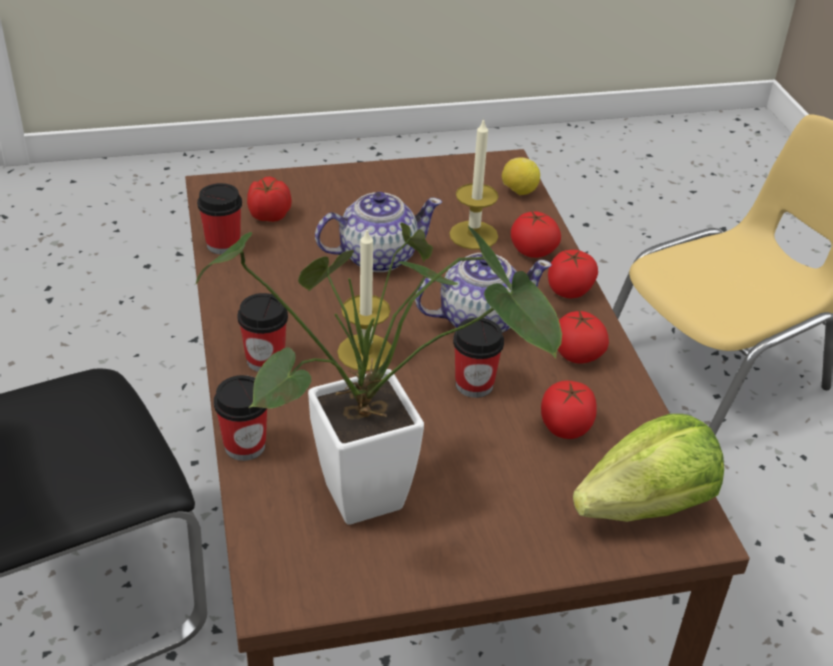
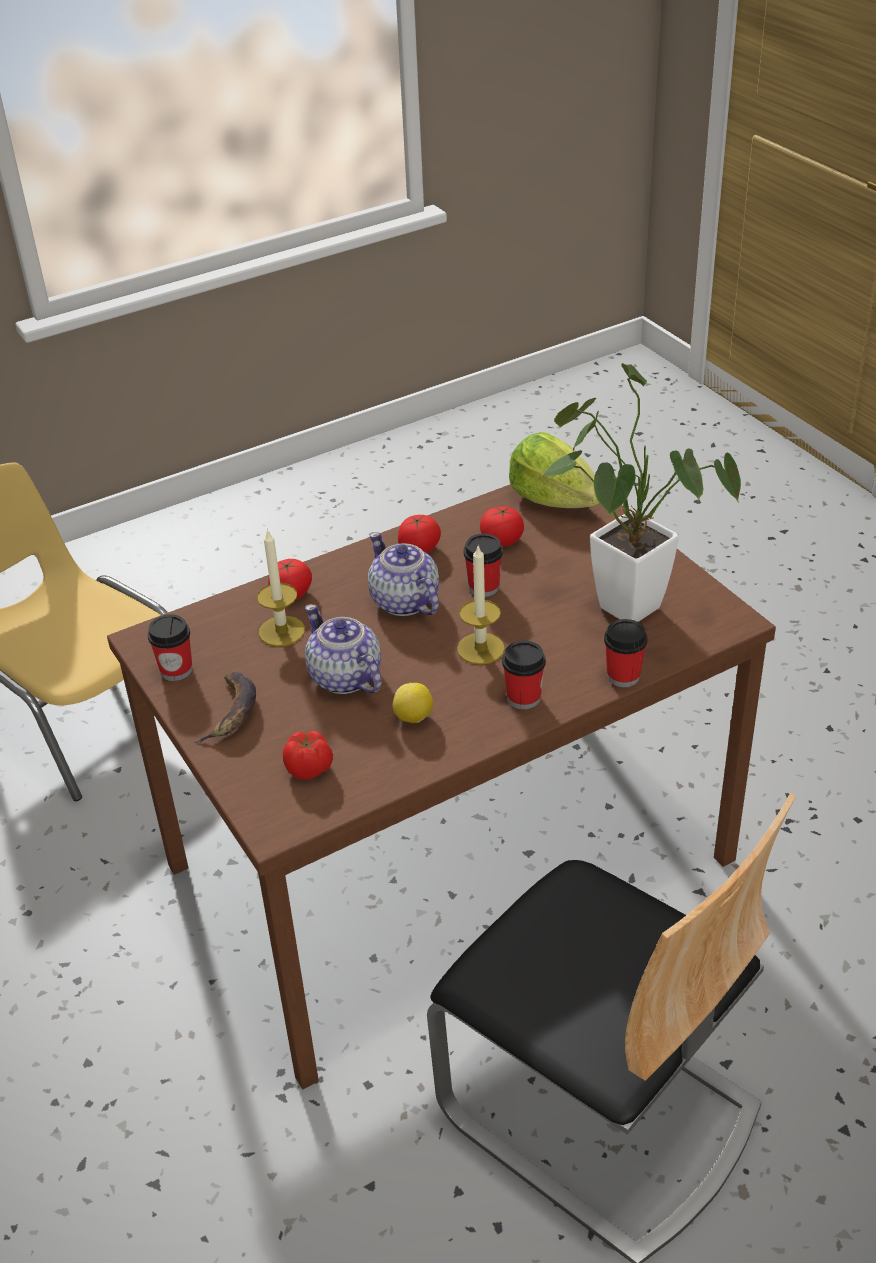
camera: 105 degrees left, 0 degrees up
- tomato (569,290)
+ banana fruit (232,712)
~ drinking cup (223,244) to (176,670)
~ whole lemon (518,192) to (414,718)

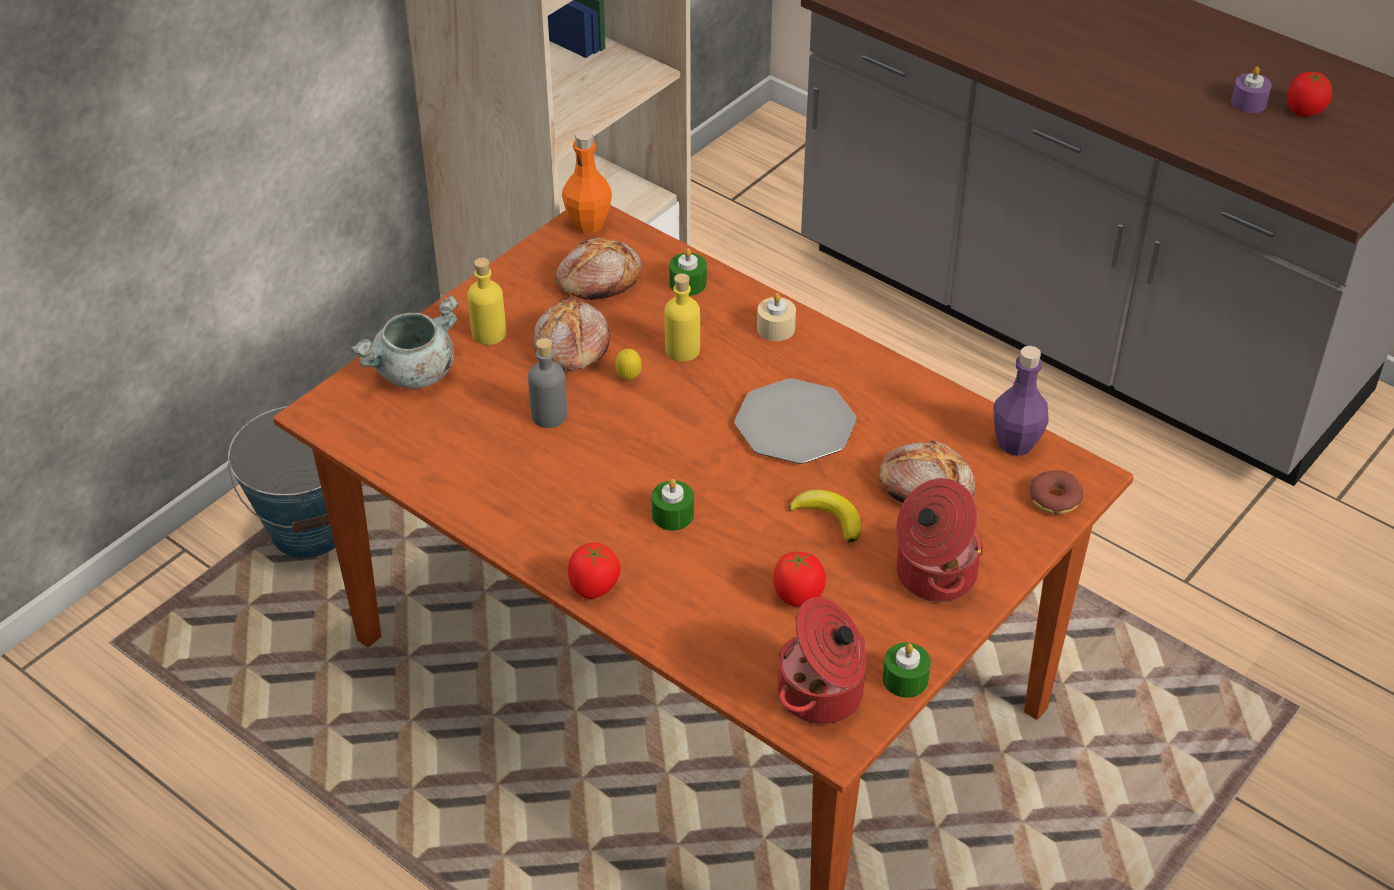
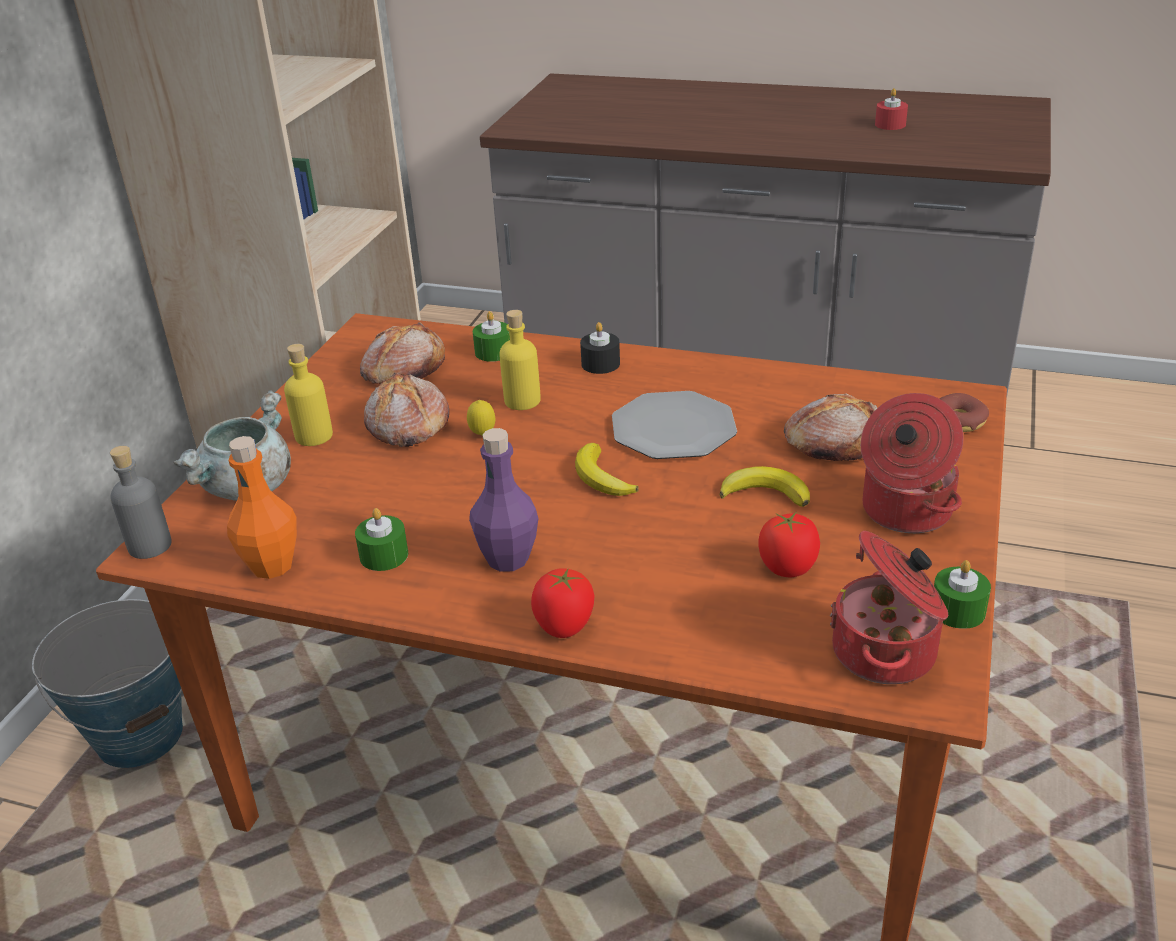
camera: 20 degrees left, 10 degrees down
- tomato (1304,111)
+ banana fruit (601,477)
~ grey drink bottle (549,415) to (150,545)
~ orange drink bottle (588,224) to (272,565)
~ green wax candle (672,515) to (384,555)
~ purple drink bottle (1016,444) to (508,559)
~ beige-coloured wax candle (776,328) to blackish wax candle (600,364)
~ purple wax candle (1248,102) to reddish wax candle (890,124)

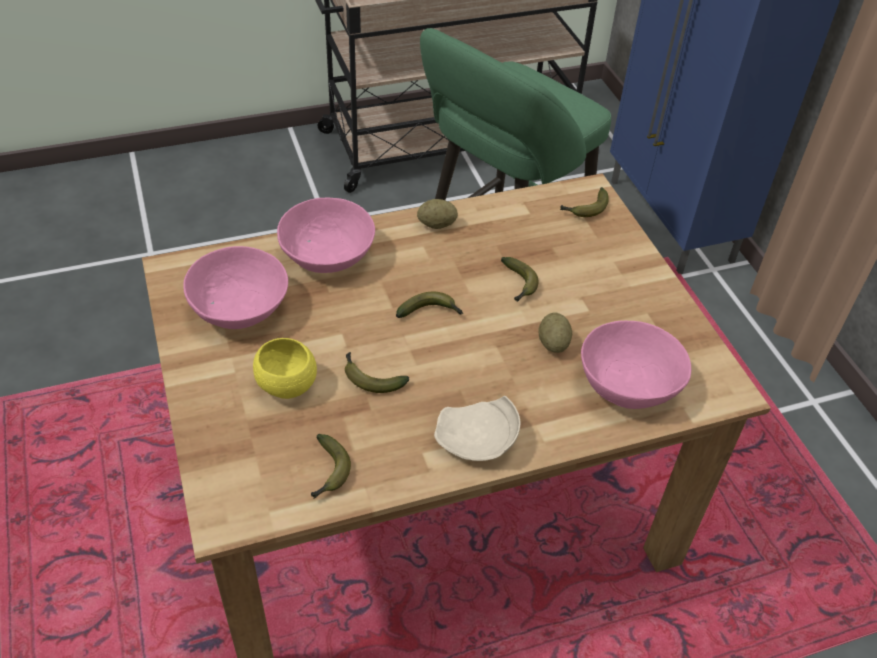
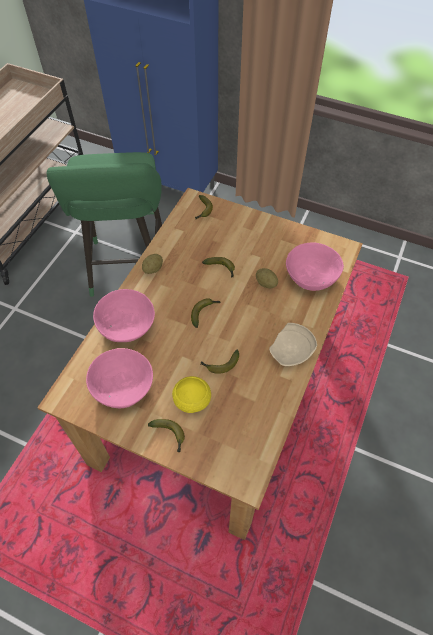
camera: 45 degrees left, 10 degrees up
~ banana fruit (328,472) to (169,435)

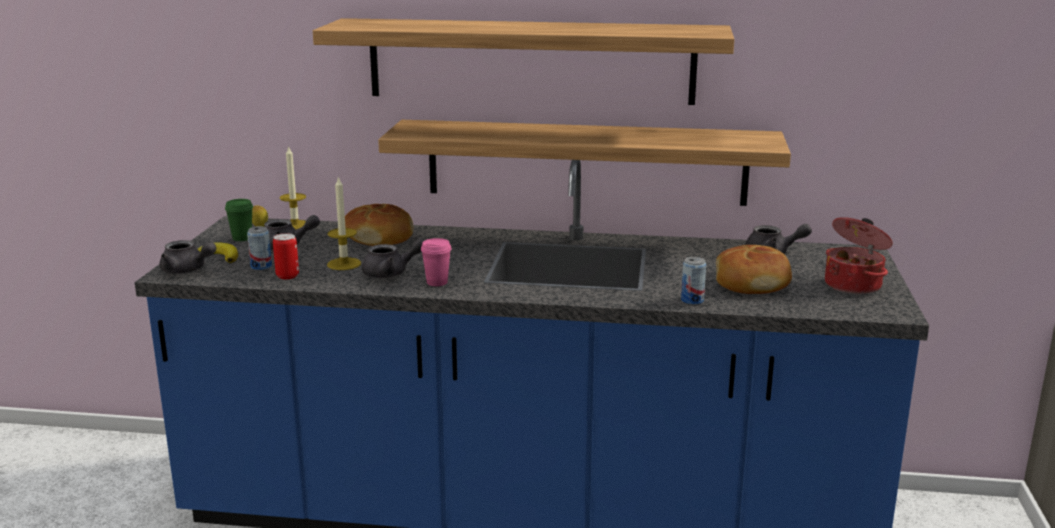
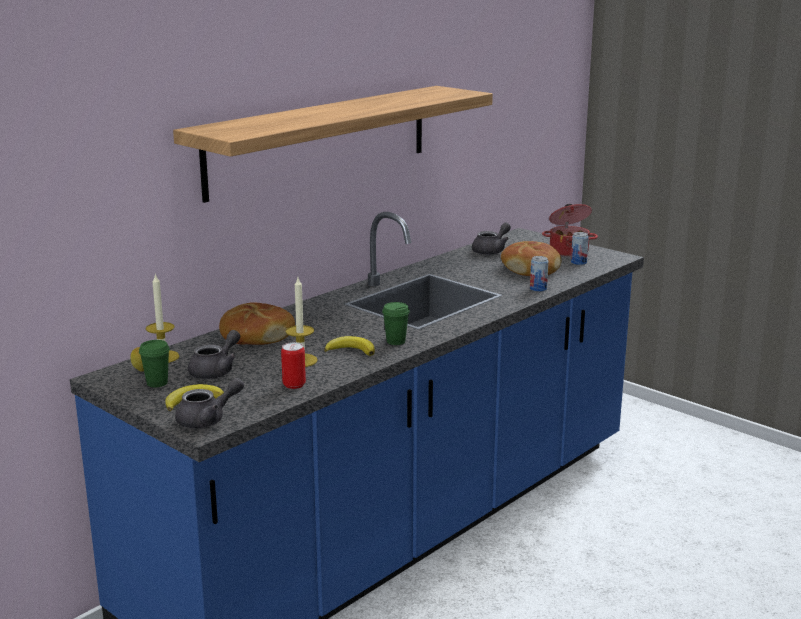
camera: 55 degrees left, 0 degrees up
- wall shelf (586,162)
~ can (261,267) to (578,262)
~ grey tea pot (391,273) to banana fruit (351,350)
~ pinkish drinking cup (437,282) to green drinking cup (396,341)

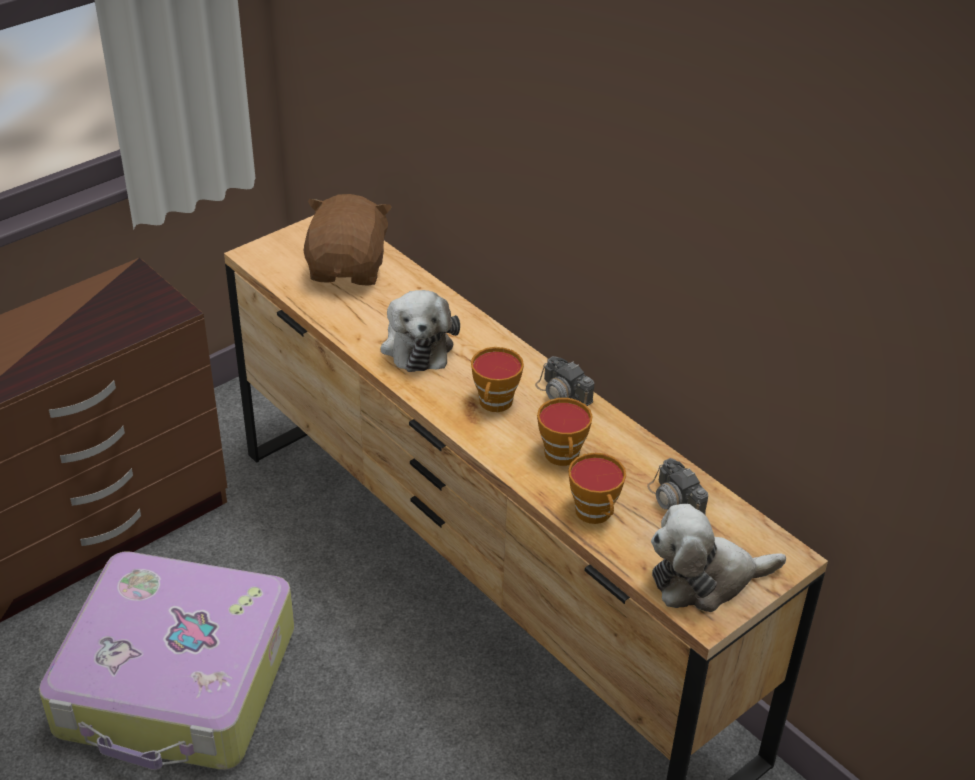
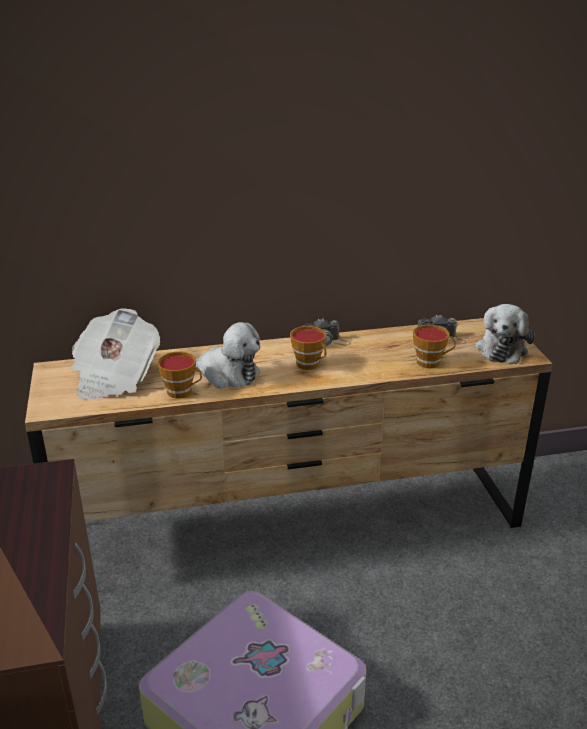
camera: 60 degrees left, 10 degrees down
~ drinking cup (563,457) to (182,392)
~ brown cuddly toy (348,269) to newspaper (114,377)

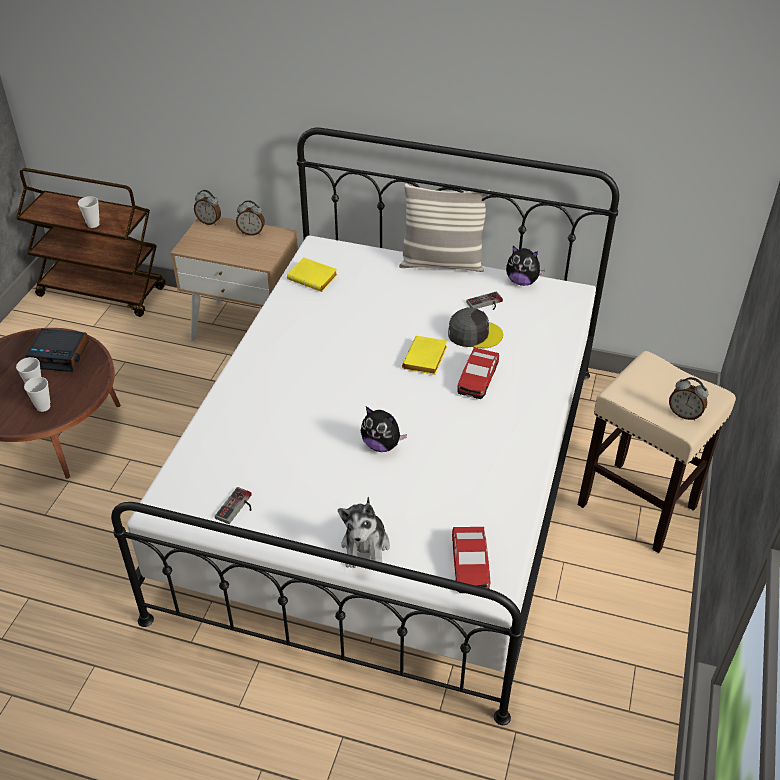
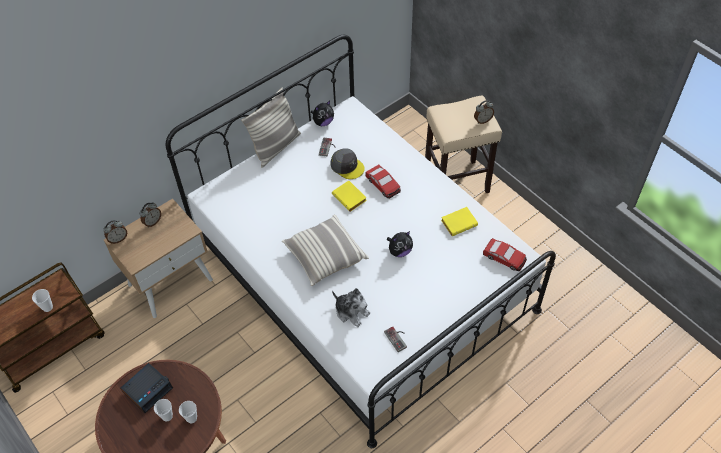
camera: 55 degrees left, 10 degrees up
+ cushion (325,256)
~ yellowish bound book (314,278) to (459,222)
~ cuddly toy (365,547) to (351,312)
~ grey peaked cap (474,334) = (347,166) 90 degrees clockwise

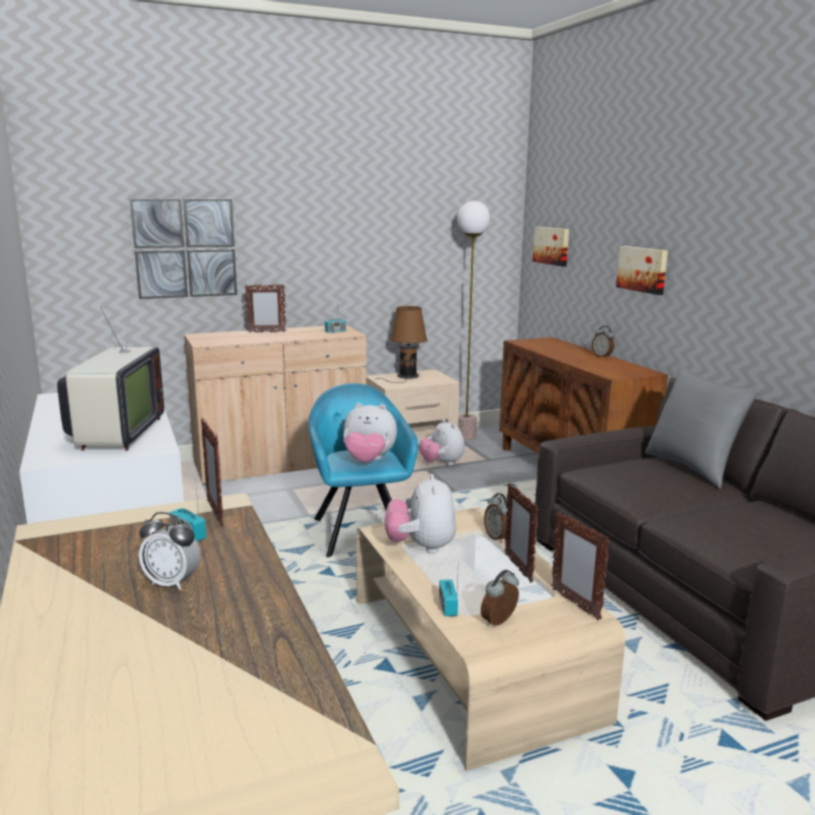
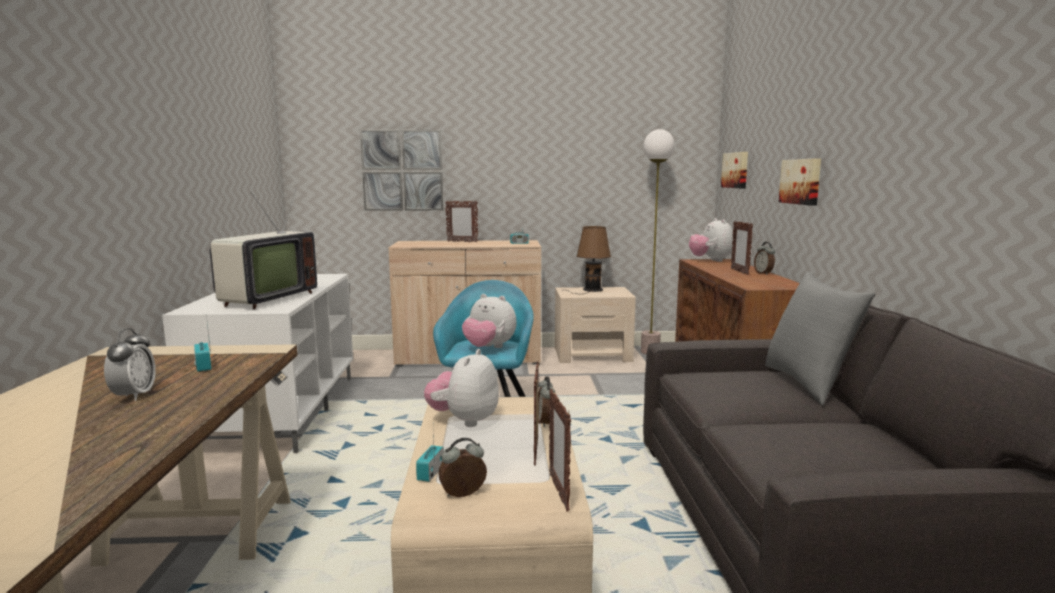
camera: 20 degrees right, 5 degrees down
~ standing frame (215,513) to (739,272)
~ cuddly toy (442,463) to (711,260)
~ alarm clock (172,583) = (134,395) 135 degrees counterclockwise

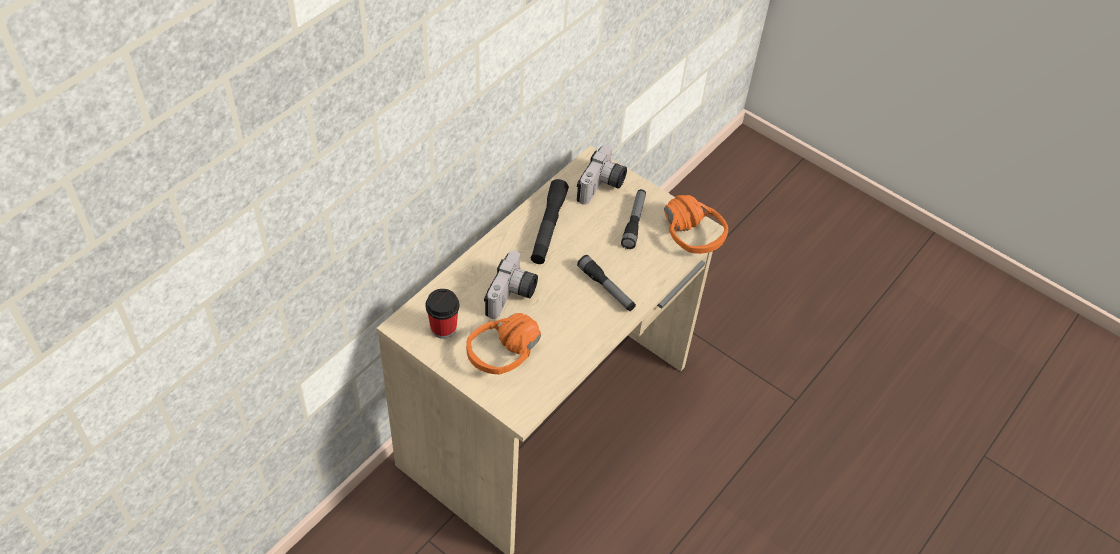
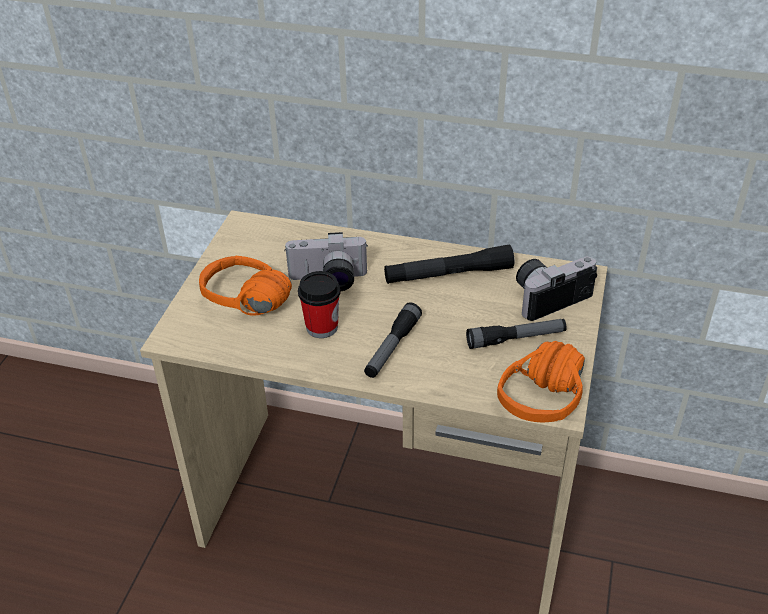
camera: 70 degrees right, 10 degrees down
~ drinking cup (443,328) to (322,327)
~ still camera (602,187) = (549,296) 150 degrees clockwise

